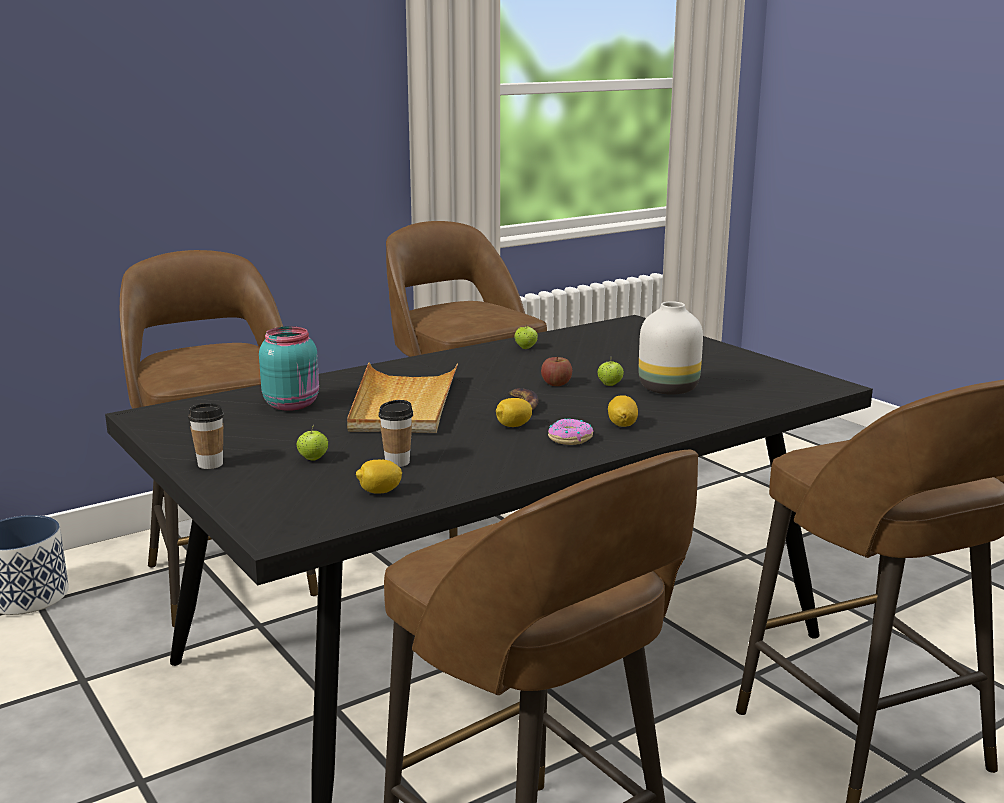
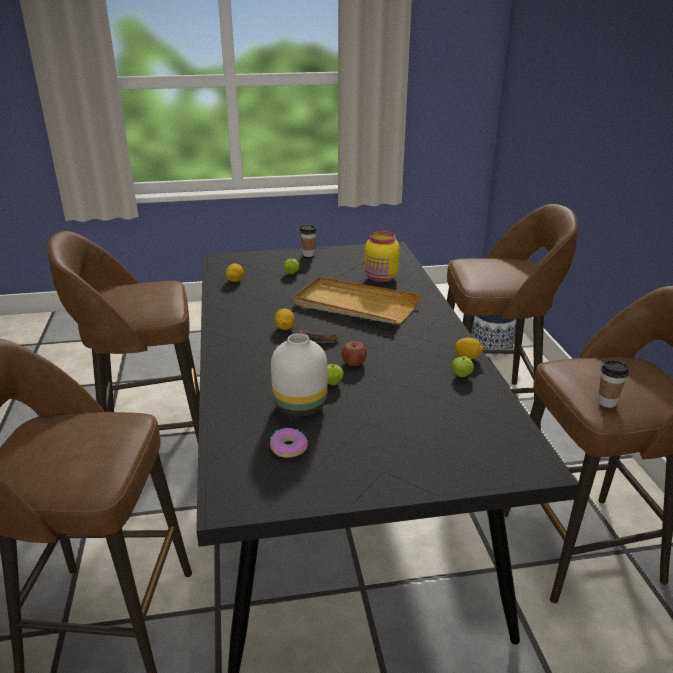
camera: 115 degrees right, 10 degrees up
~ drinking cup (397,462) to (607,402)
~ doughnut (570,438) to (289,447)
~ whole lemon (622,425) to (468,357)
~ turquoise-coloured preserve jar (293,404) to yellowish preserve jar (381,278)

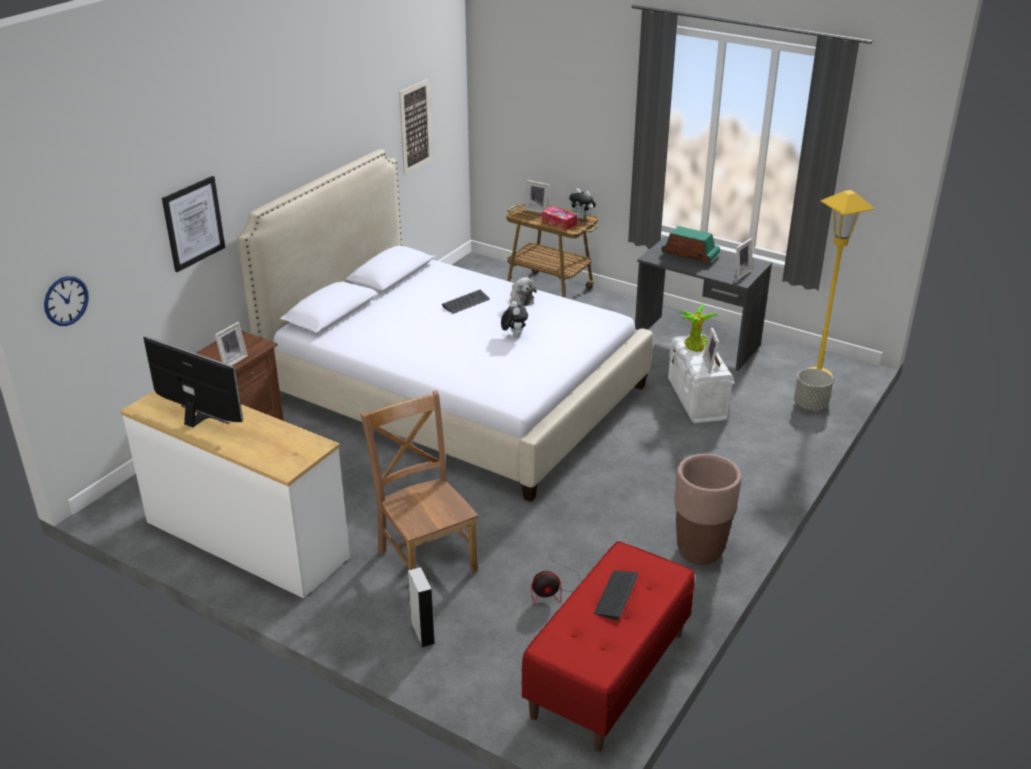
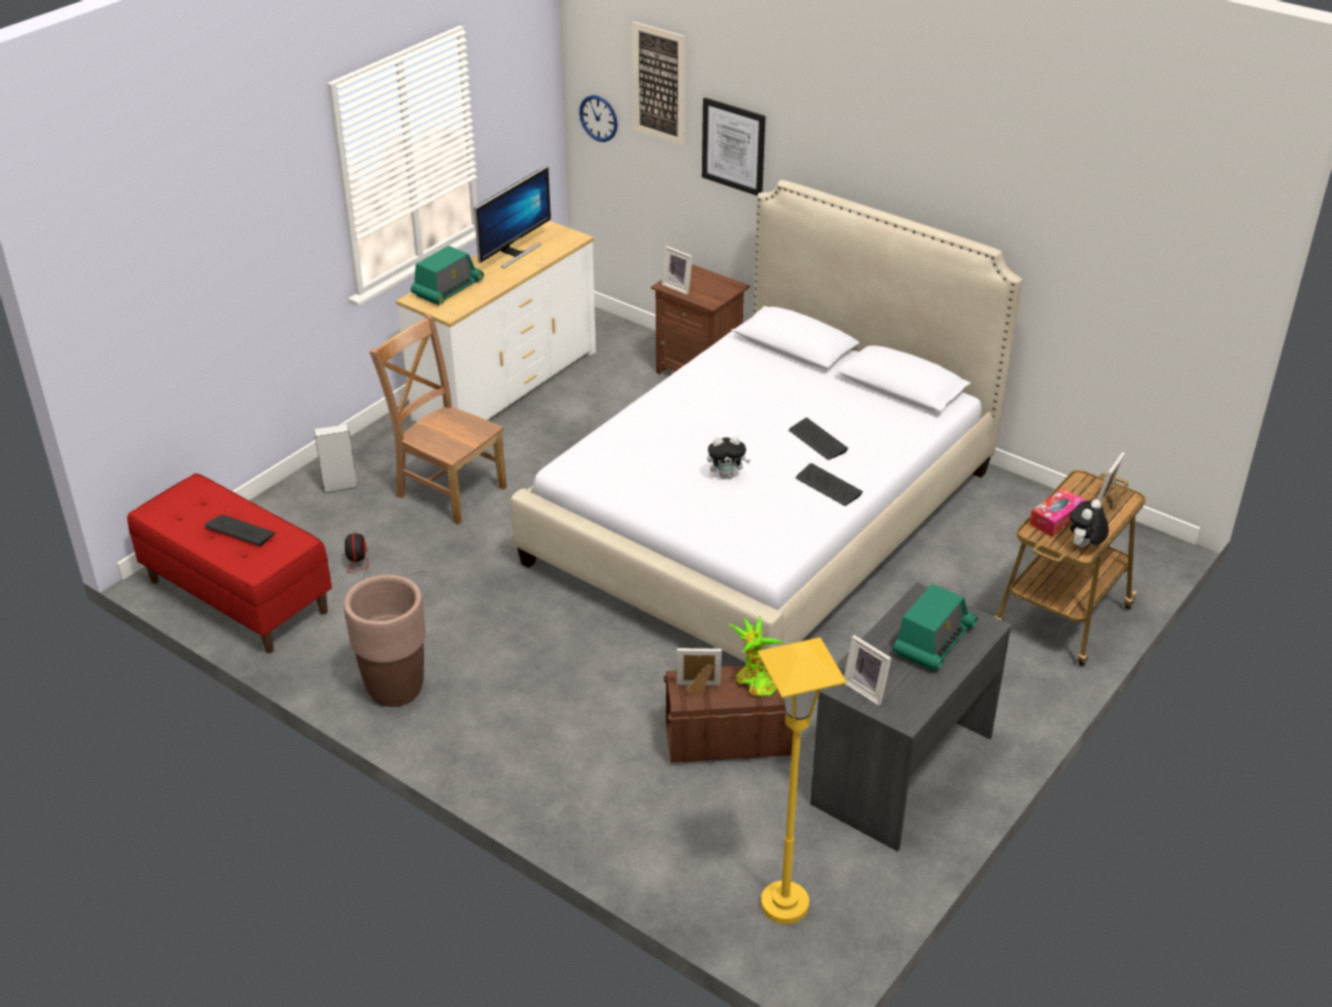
camera: 95 degrees right, 5 degrees up
- grey planter (810,405)
+ radio (447,289)
~ wall art (415,126) to (659,83)
~ cuddly toy (521,299) to computer keyboard (828,486)
~ white-coloured storage bin (697,400) to brown storage bin (727,741)
~ brown plain chair (426,557) = (448,489) 120 degrees counterclockwise

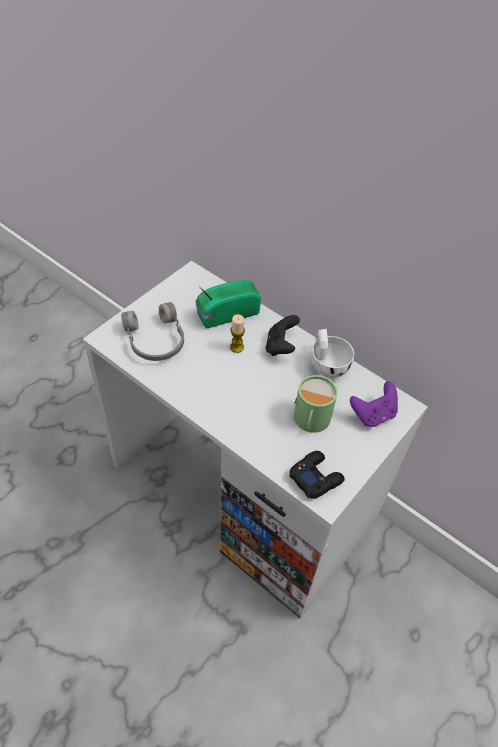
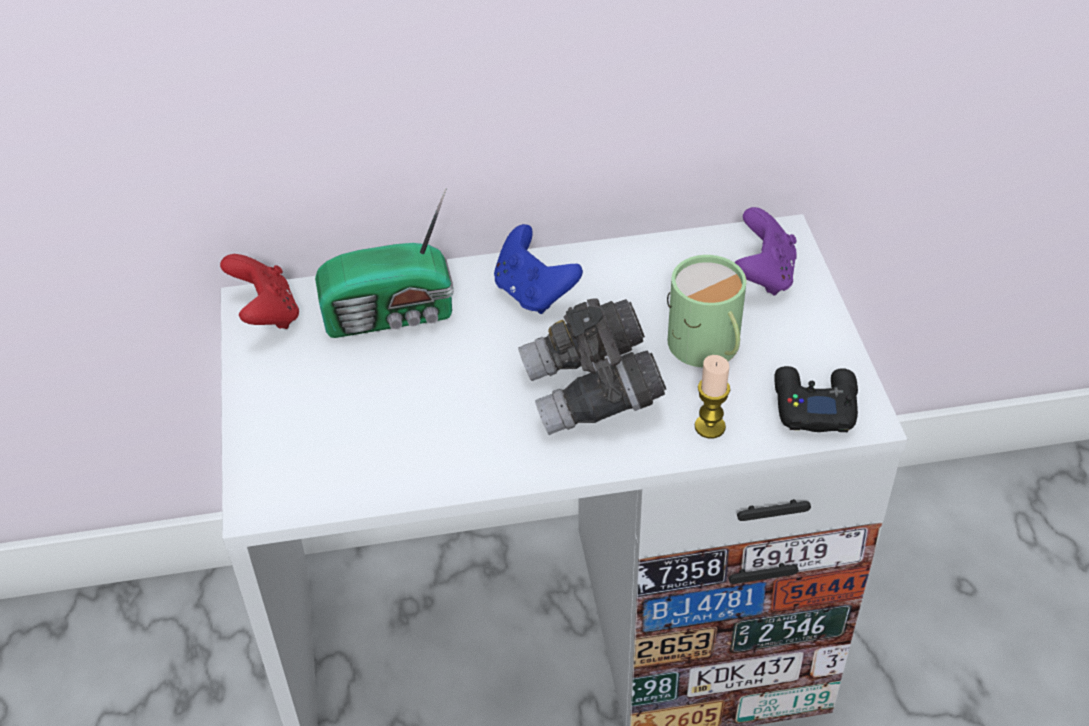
camera: 45 degrees left, 5 degrees down
- grey pair of headphones (155,340)
- white-coloured drinking cup (327,364)
+ reddish joypad (266,314)
+ grey pair of binoculars (592,392)
~ wax candle (236,347) to (710,427)
~ blackish joypad (280,346) to blue joypad (533,293)
~ radio (225,313) = (392,315) 120 degrees counterclockwise

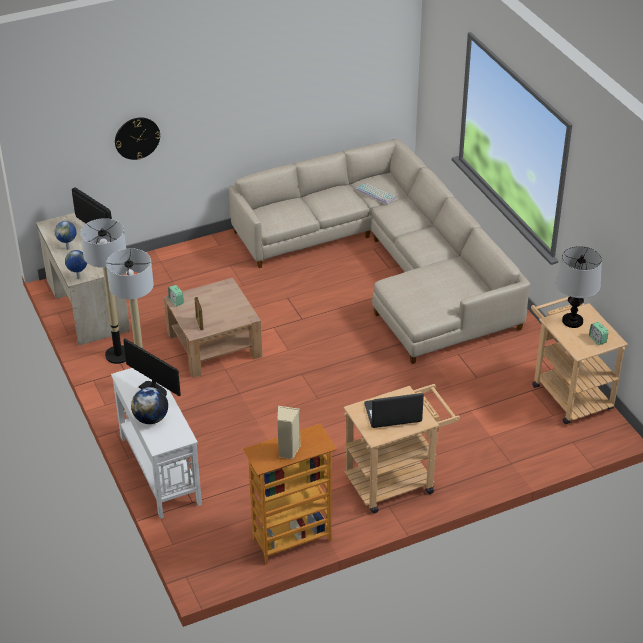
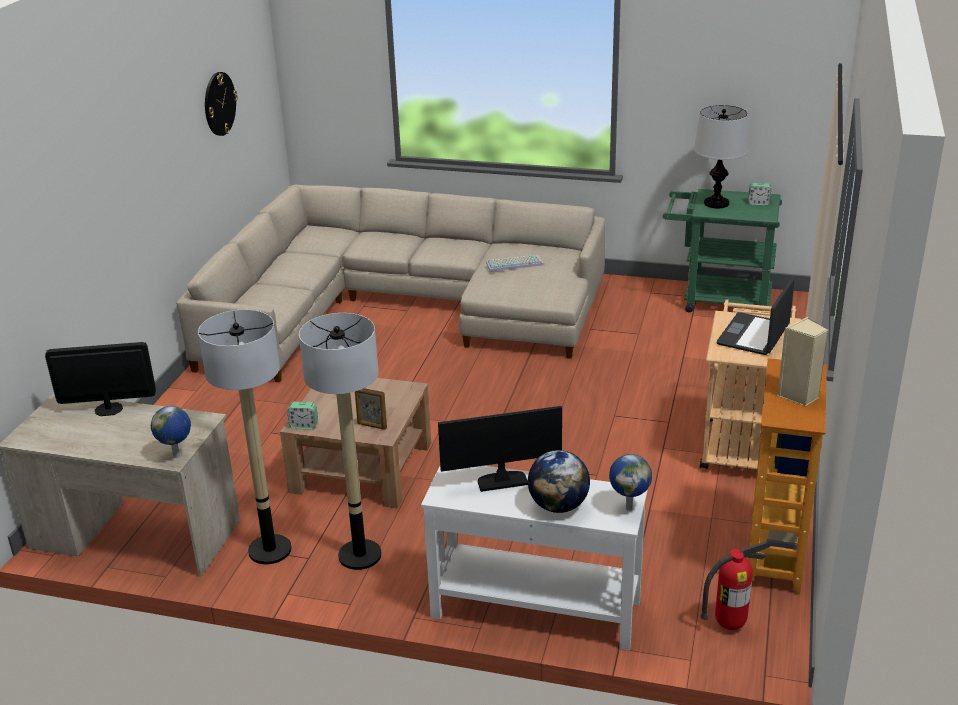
camera: 50 degrees left, 10 degrees down
+ extinguisher (730,624)
~ desk globe (68,248) to (629,507)
~ wall clock (137,138) to (219,104)
~ computer keyboard (376,193) to (515,263)
~ beige-coloured wheeled cart (568,392) to green wheeled cart (717,300)

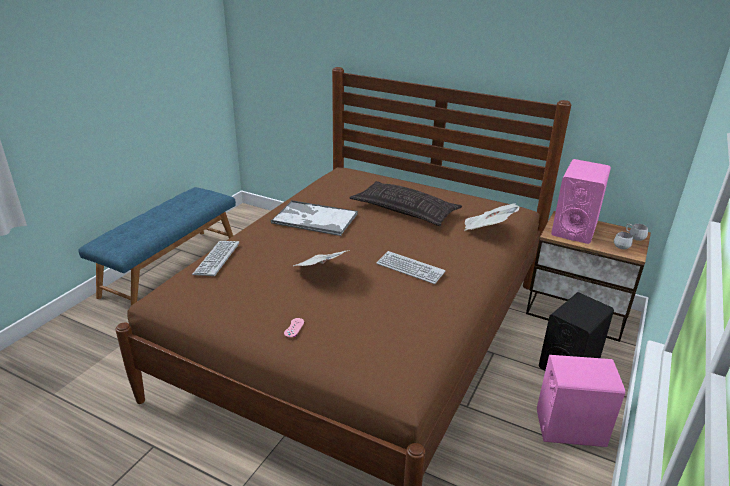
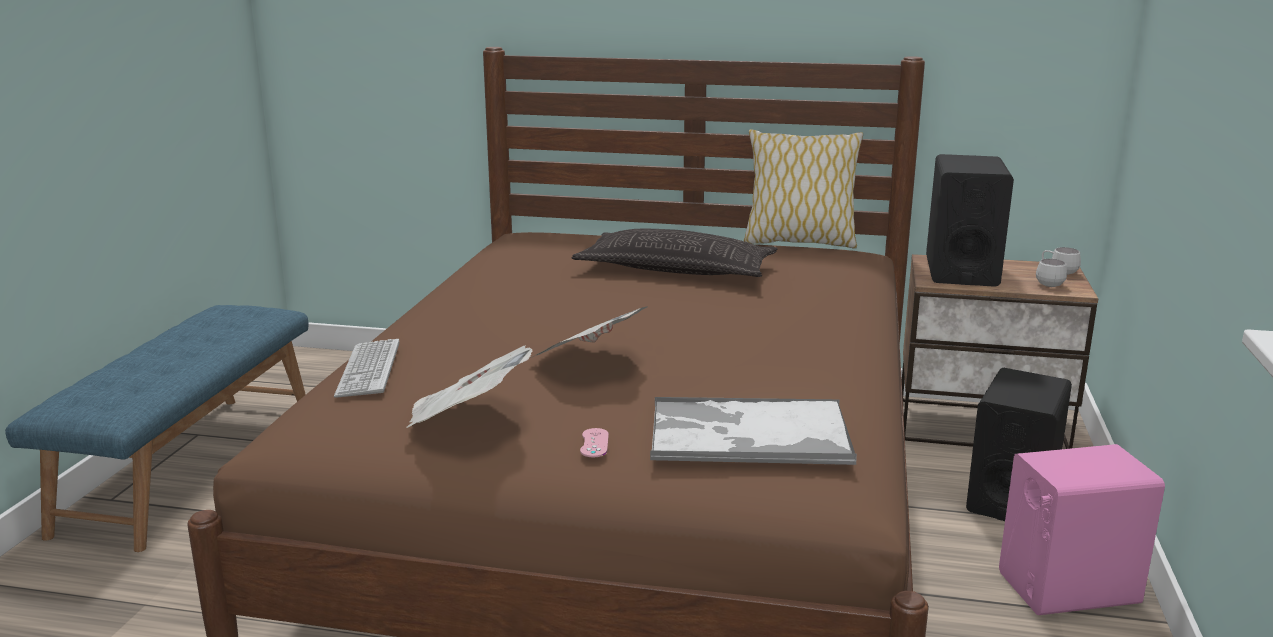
camera: 15 degrees left, 10 degrees down
- computer keyboard (410,268)
+ cushion (799,242)
~ tray (314,219) to (747,434)
~ newspaper (487,229) to (467,418)
~ pinkish speaker (574,228) to blackish speaker (961,271)

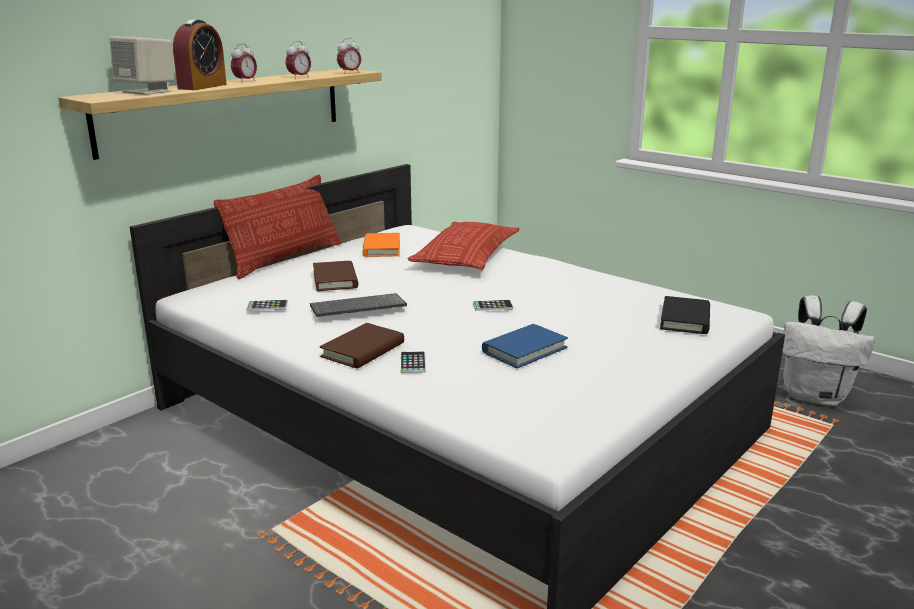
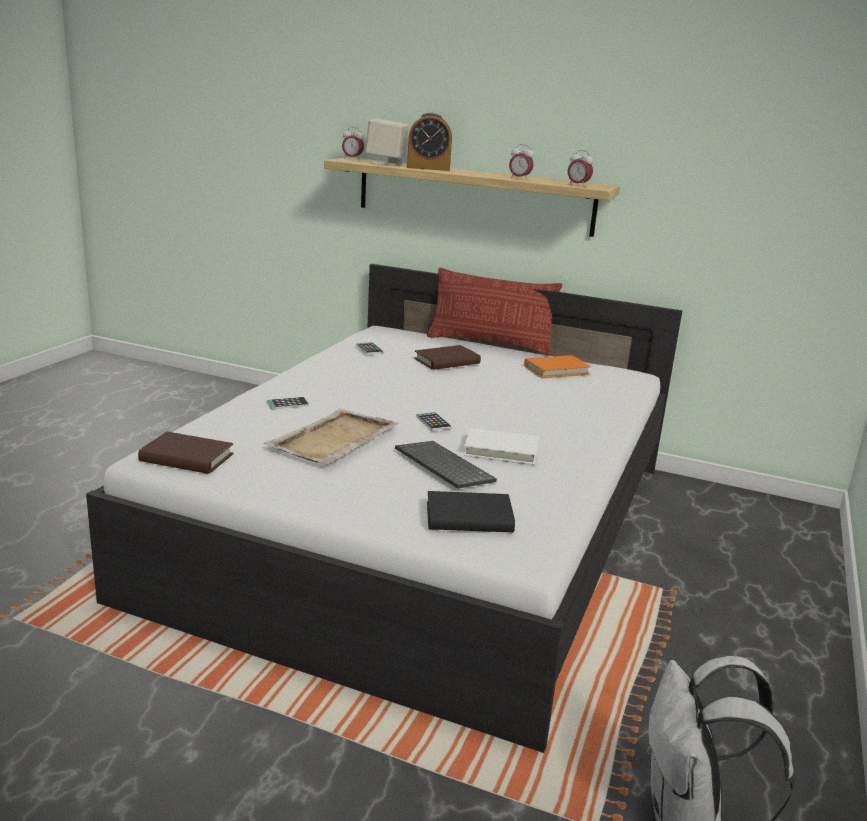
camera: 70 degrees right, 0 degrees up
- cushion (466,255)
+ white-coloured bound book (501,450)
~ alarm clock (245,81) to (352,159)
~ computer keyboard (357,308) to (441,466)
~ brown bound book (363,350) to (186,458)
~ blue bound book (524,350) to beige-coloured tray (332,440)

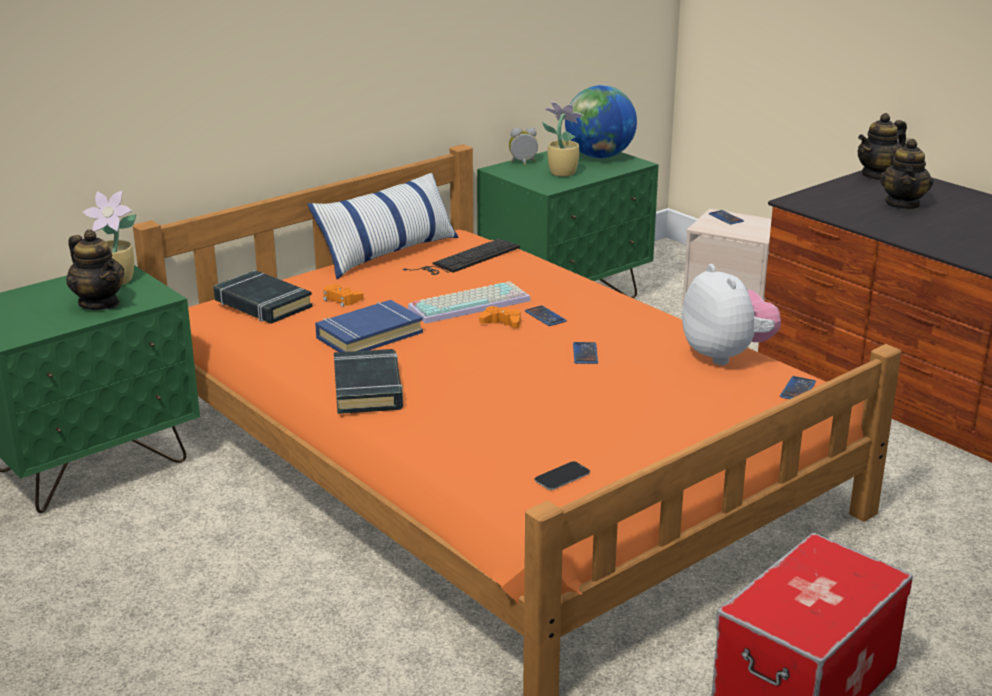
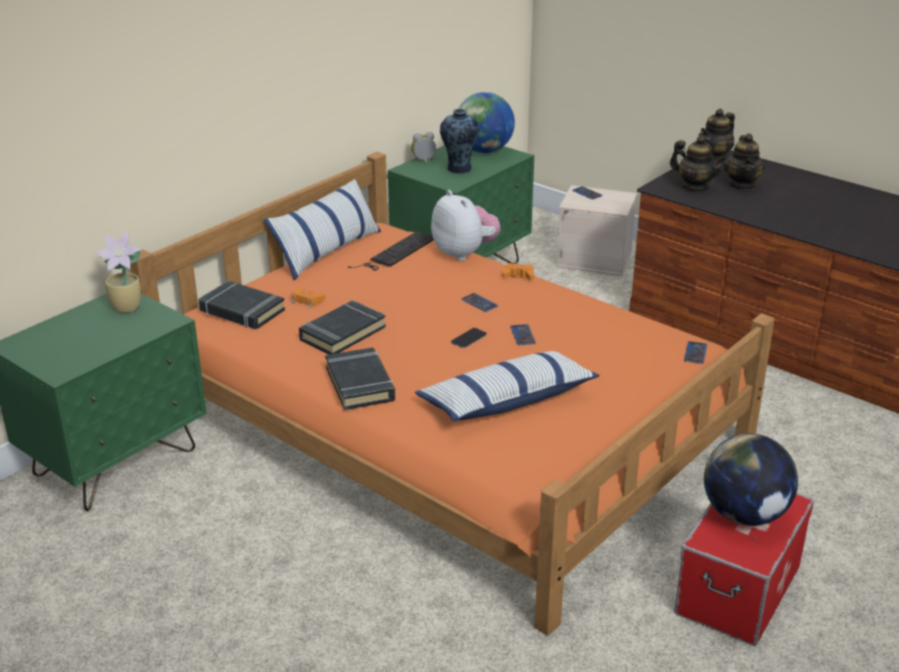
camera: 10 degrees left, 5 degrees up
- computer keyboard (470,303)
+ cushion (506,401)
+ desk globe (744,515)
~ tea pot (99,303) to (695,187)
~ orange joypad (502,323) to (518,275)
~ phone (562,477) to (469,339)
~ cuddly toy (726,355) to (464,253)
~ houseplant (561,173) to flower vase (459,169)
~ blue bound book (369,335) to blackish bound book (342,333)

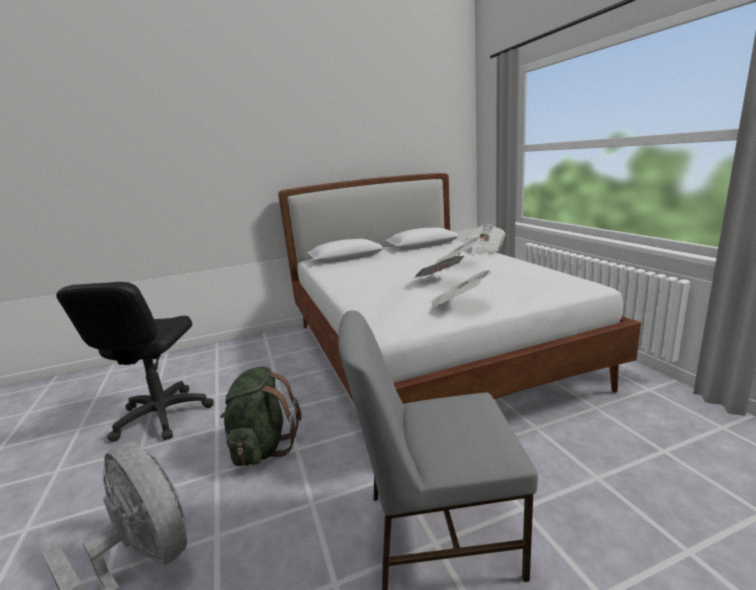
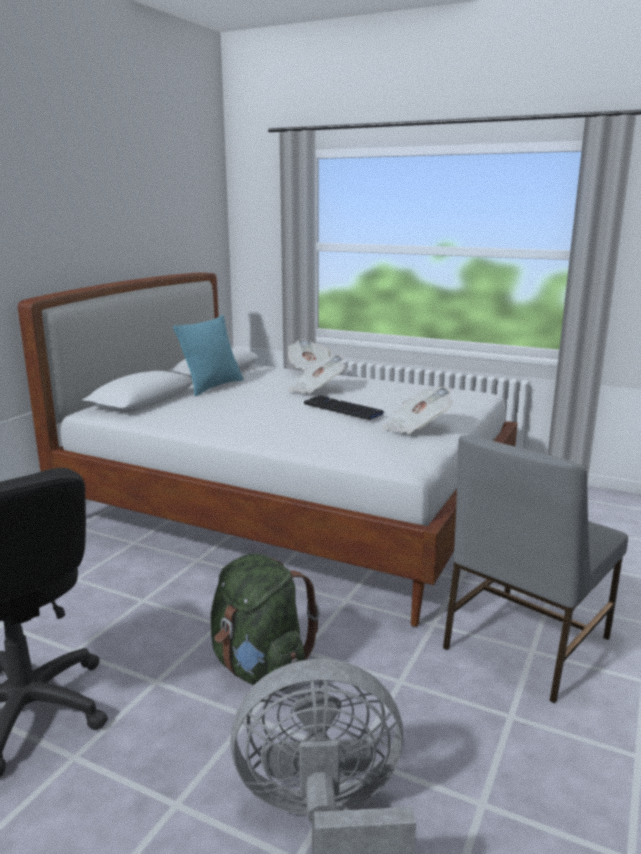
camera: 45 degrees left, 0 degrees up
+ turquoise-coloured cushion (212,386)
~ newspaper (439,280) to computer keyboard (344,409)

